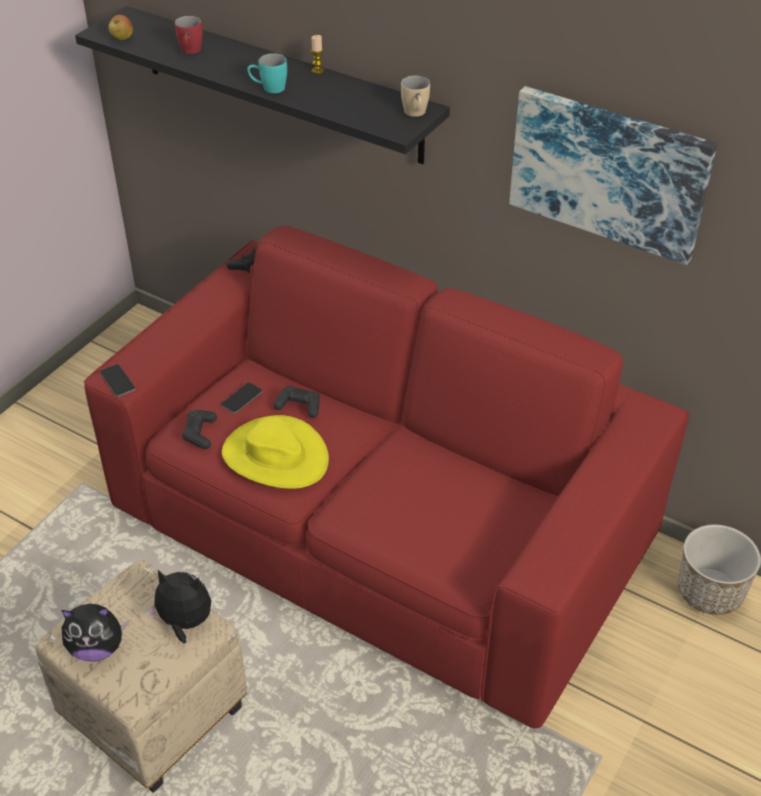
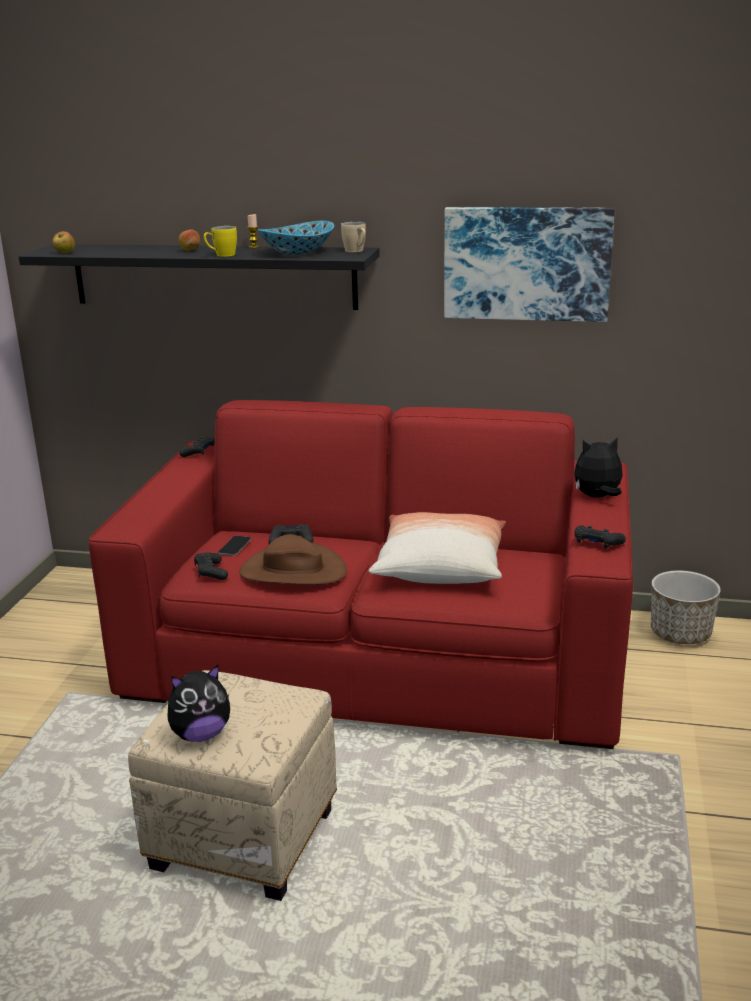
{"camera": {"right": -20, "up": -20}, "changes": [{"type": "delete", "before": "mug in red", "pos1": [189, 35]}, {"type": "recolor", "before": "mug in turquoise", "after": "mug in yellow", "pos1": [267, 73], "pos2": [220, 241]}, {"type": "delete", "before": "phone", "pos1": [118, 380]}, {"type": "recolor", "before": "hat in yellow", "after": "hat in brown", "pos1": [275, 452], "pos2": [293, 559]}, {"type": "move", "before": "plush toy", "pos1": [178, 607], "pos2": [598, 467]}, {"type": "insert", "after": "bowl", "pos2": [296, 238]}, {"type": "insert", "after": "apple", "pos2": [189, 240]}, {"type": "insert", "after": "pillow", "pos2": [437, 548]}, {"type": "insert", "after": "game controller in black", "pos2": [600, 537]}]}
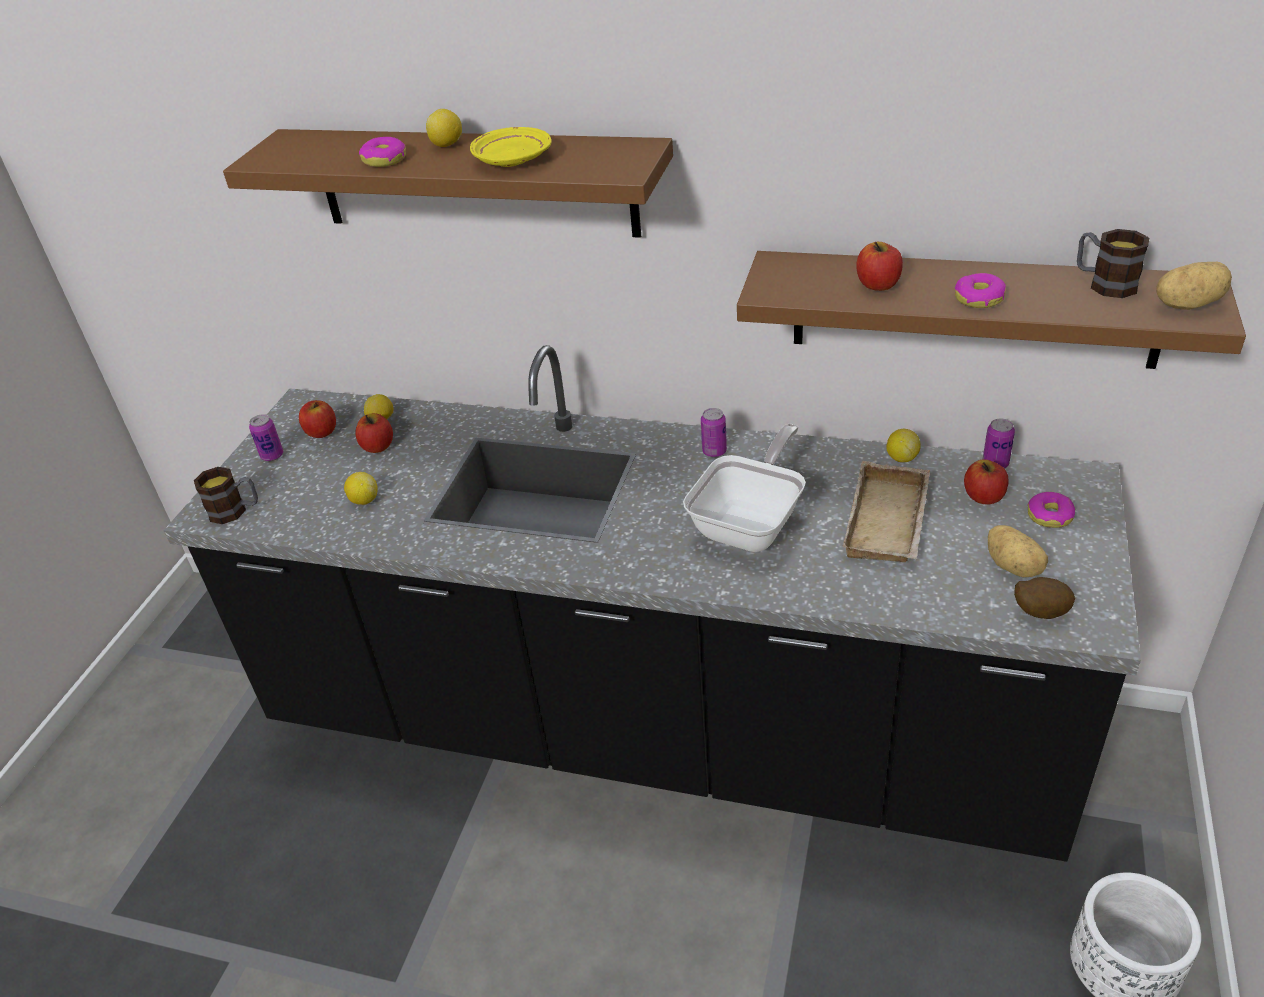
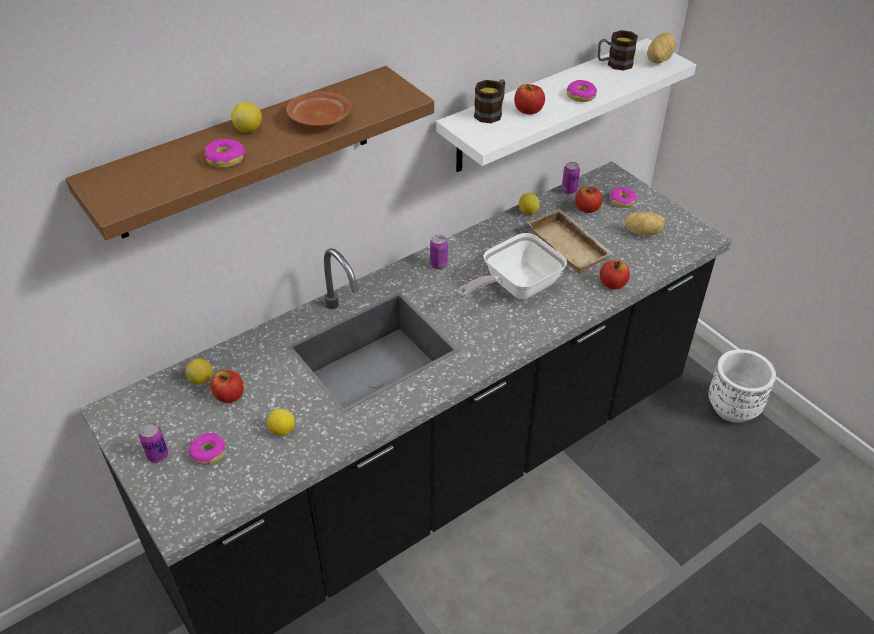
{"camera": {"right": -55, "up": 5}, "changes": [{"type": "recolor", "before": "plate in yellow", "after": "plate in brown", "pos1": [510, 147], "pos2": [319, 109]}, {"type": "recolor", "before": "shelf in brown", "after": "shelf in white", "pos1": [991, 310], "pos2": [566, 105]}, {"type": "move", "before": "apple", "pos1": [317, 419], "pos2": [615, 275]}, {"type": "rotate", "before": "frying pan", "pos1": [744, 488], "pos2": [512, 266], "turn": -105}, {"type": "move", "before": "mug", "pos1": [226, 495], "pos2": [489, 101]}, {"type": "delete", "before": "potato", "pos1": [1044, 598]}, {"type": "insert", "after": "donut", "pos2": [207, 449]}]}
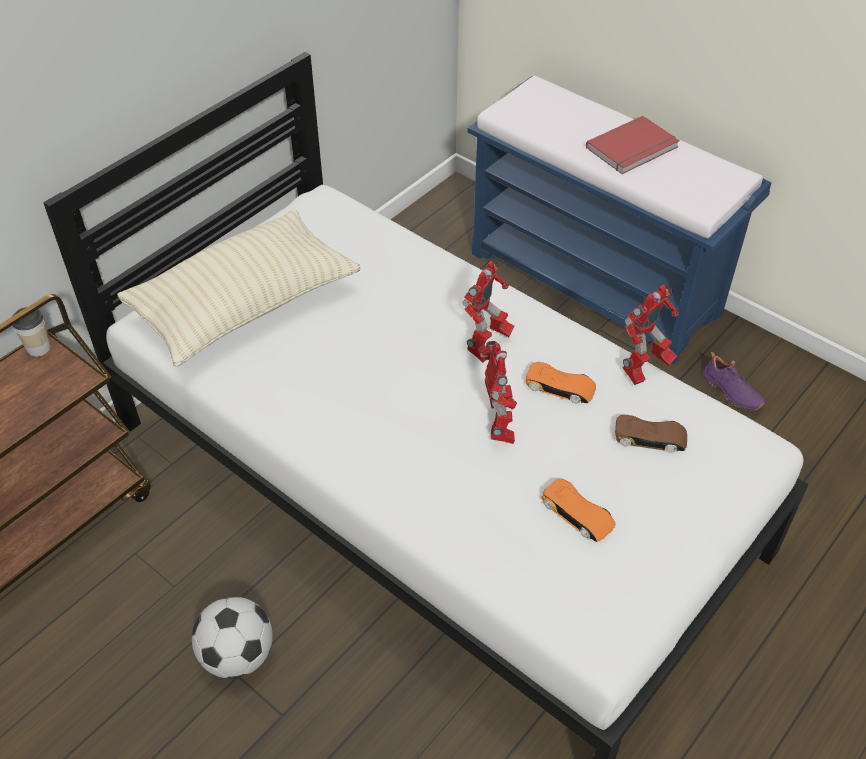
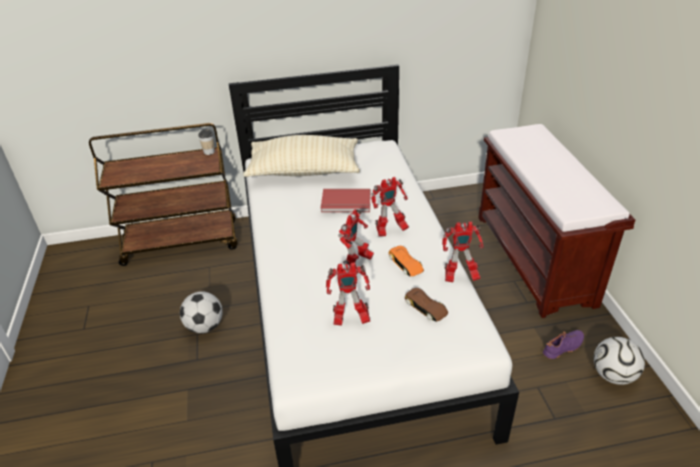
{"camera": {"right": 40, "up": -10}, "changes": [{"type": "recolor", "before": "bench in blue", "after": "bench in brown", "pos1": [620, 220], "pos2": [556, 221]}, {"type": "move", "before": "book in red", "pos1": [633, 145], "pos2": [346, 200]}, {"type": "rotate", "before": "shoe in purple", "pos1": [734, 381], "pos2": [563, 344], "turn": -120}, {"type": "replace", "before": "toy car in orange", "after": "toy robot", "pos1": [579, 510], "pos2": [348, 294]}, {"type": "insert", "after": "football", "pos2": [619, 361]}]}
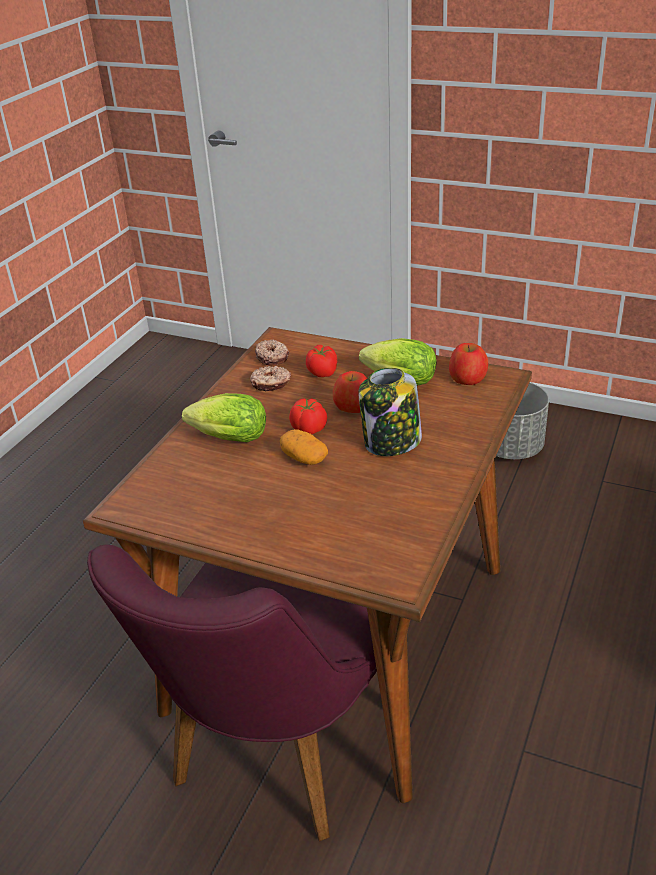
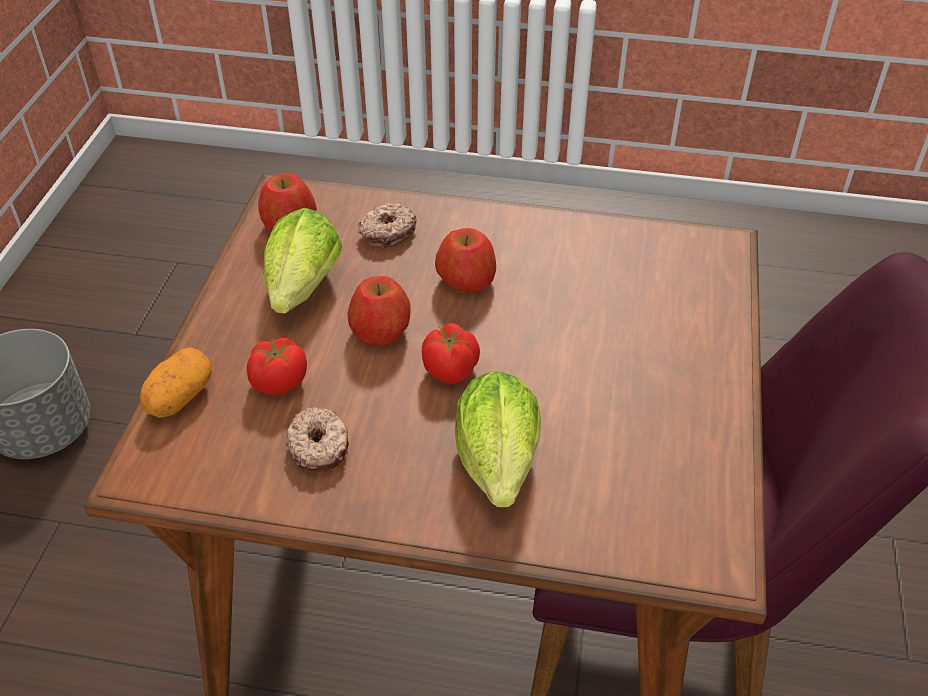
{"camera": {"right": -105, "up": 10}, "changes": [{"type": "move", "before": "donut", "pos1": [272, 352], "pos2": [387, 225]}, {"type": "replace", "before": "jar", "after": "apple", "pos1": [390, 412], "pos2": [465, 260]}, {"type": "move", "before": "potato", "pos1": [304, 447], "pos2": [176, 382]}]}
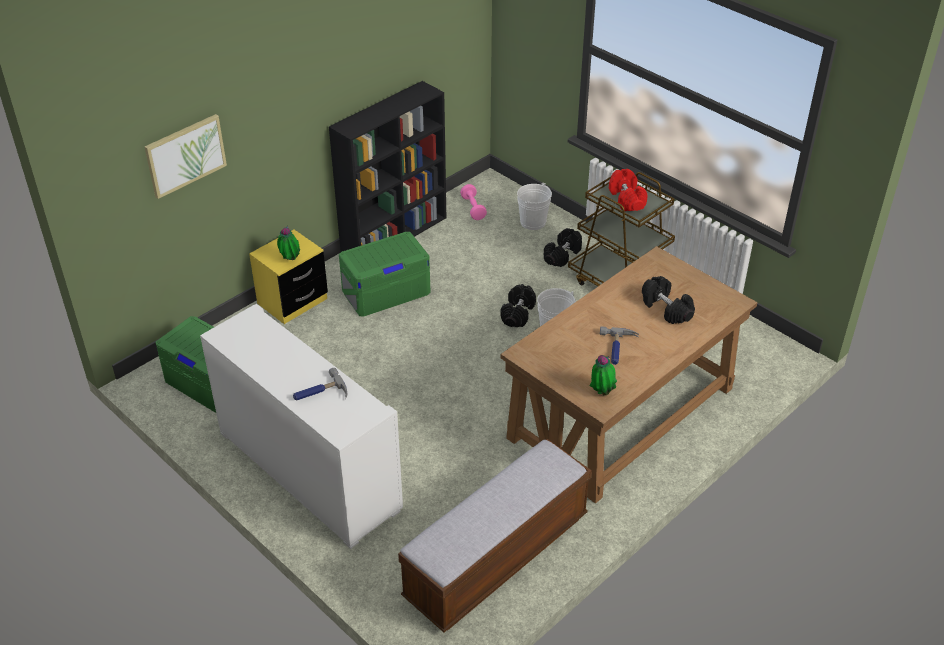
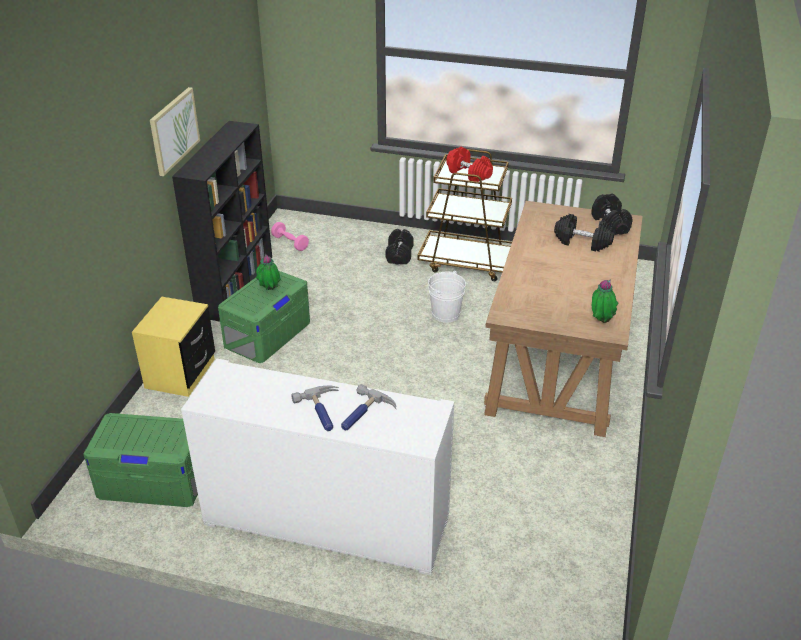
{"camera": {"right": -30, "up": -5}, "changes": [{"type": "move", "before": "picture", "pos1": [186, 156], "pos2": [175, 131]}, {"type": "delete", "before": "bucket in white", "pos1": [534, 206]}, {"type": "move", "before": "potted plant", "pos1": [288, 243], "pos2": [268, 272]}, {"type": "move", "before": "dumbbell in black", "pos1": [518, 305], "pos2": [612, 214]}, {"type": "move", "before": "hammer", "pos1": [619, 345], "pos2": [315, 408]}, {"type": "delete", "before": "bench", "pos1": [495, 535]}]}
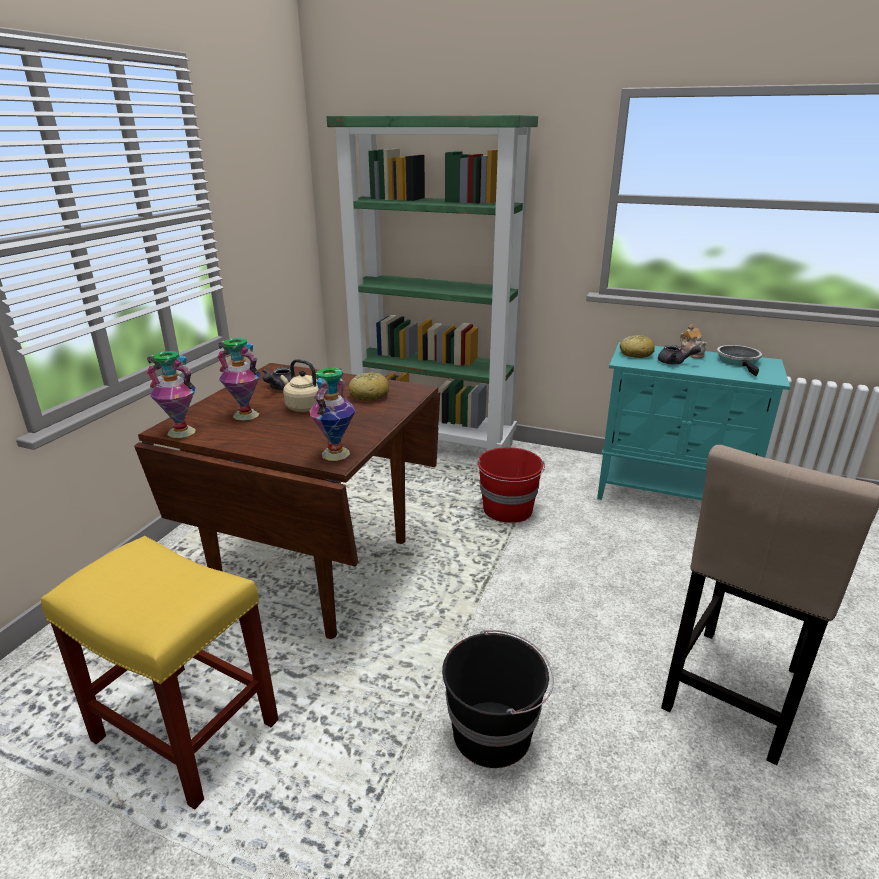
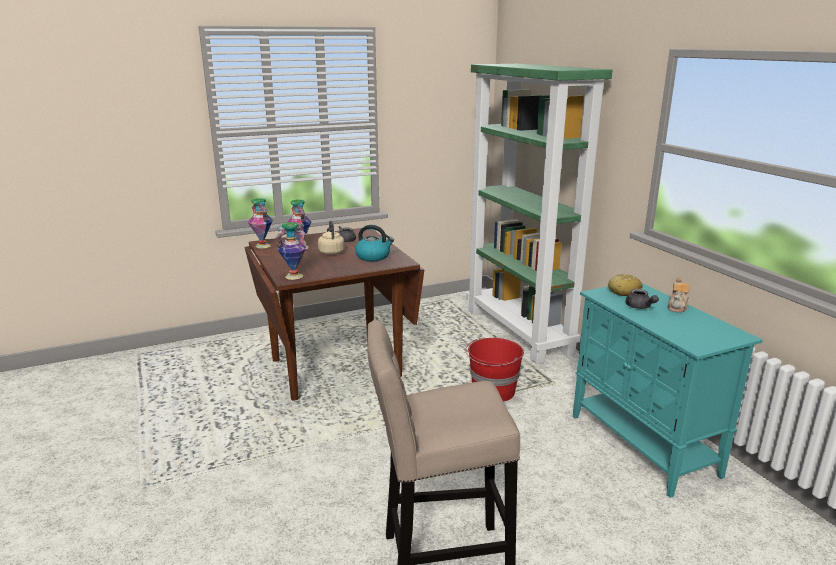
{"camera": {"right": 45, "up": -5}, "changes": [{"type": "delete", "before": "frying pan", "pos1": [739, 361]}, {"type": "replace", "before": "bread", "after": "kettle", "pos1": [369, 386], "pos2": [374, 243]}, {"type": "delete", "before": "stool in yellow", "pos1": [160, 673]}, {"type": "delete", "before": "bucket in black", "pos1": [498, 699]}]}
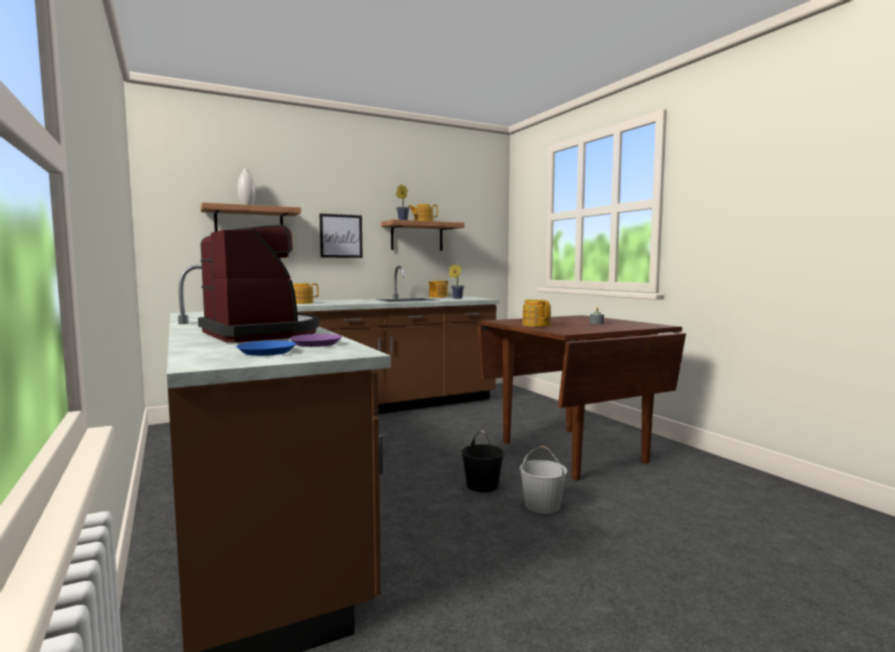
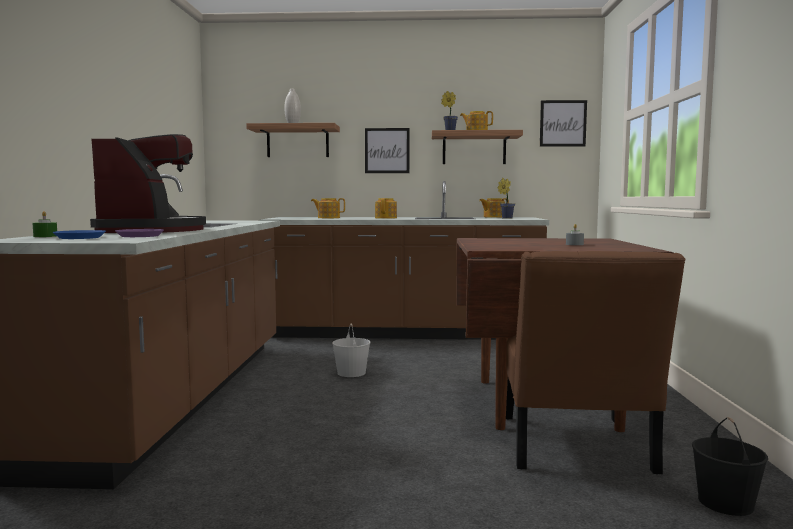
{"camera": {"right": 30, "up": 0}, "changes": [{"type": "move", "before": "teapot", "pos1": [536, 313], "pos2": [386, 208]}, {"type": "move", "before": "bucket in black", "pos1": [482, 461], "pos2": [730, 466]}, {"type": "move", "before": "bucket in white", "pos1": [543, 480], "pos2": [351, 350]}, {"type": "insert", "after": "picture", "pos2": [563, 123]}, {"type": "insert", "after": "candle in green", "pos2": [44, 224]}, {"type": "insert", "after": "chair in brown", "pos2": [595, 362]}]}
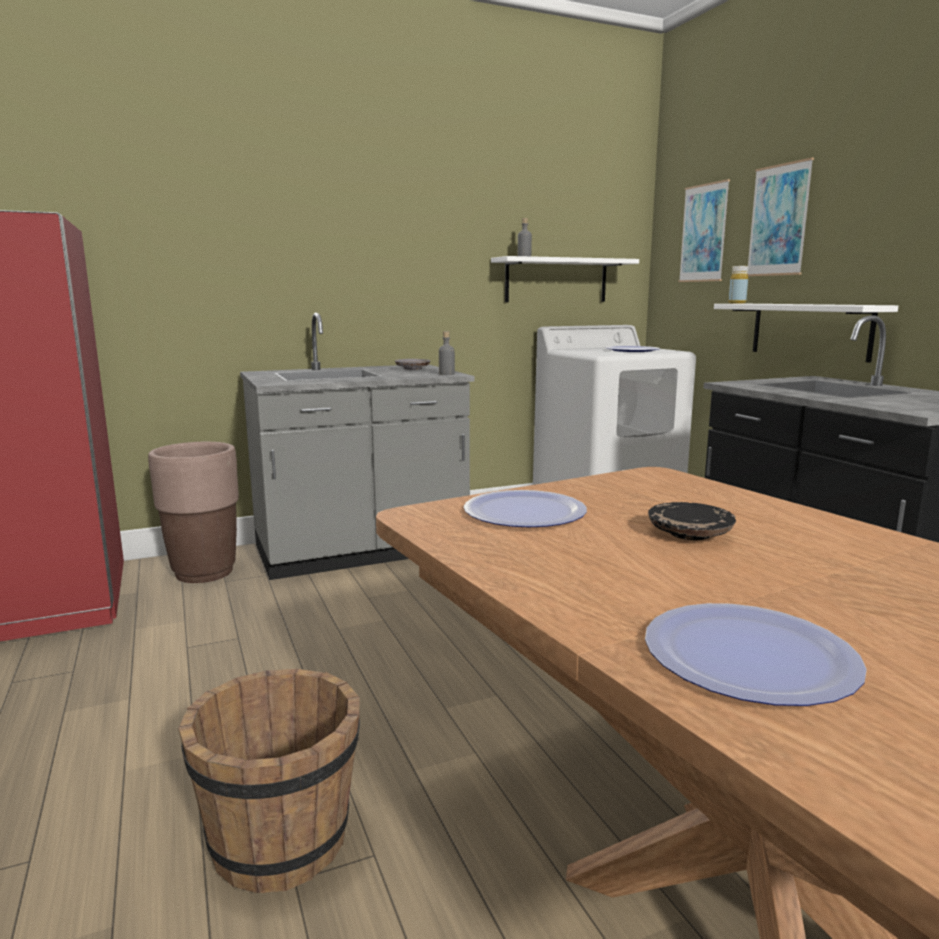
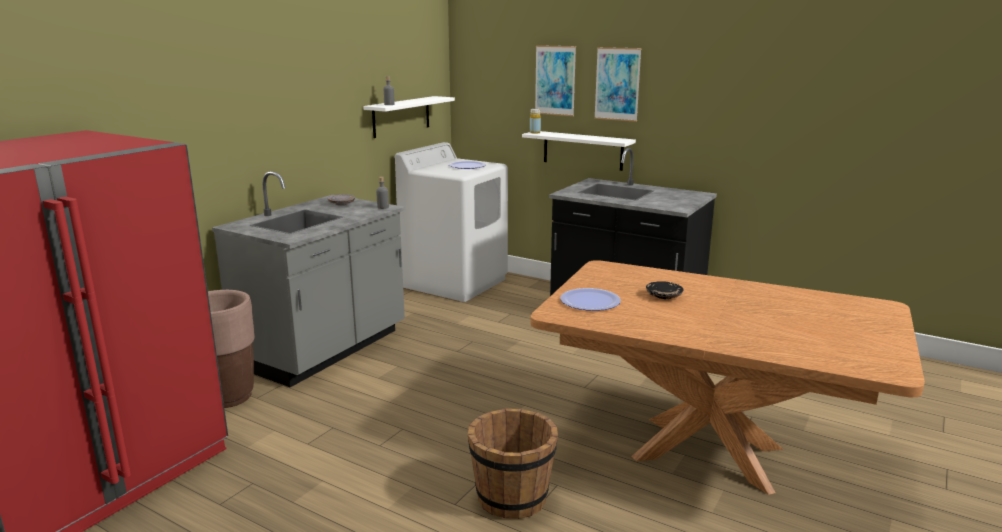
{"camera": {"right": -35, "up": 5}, "changes": [{"type": "move", "before": "picture", "pos1": [704, 230], "pos2": [618, 84]}, {"type": "delete", "before": "plate", "pos1": [756, 654]}]}
